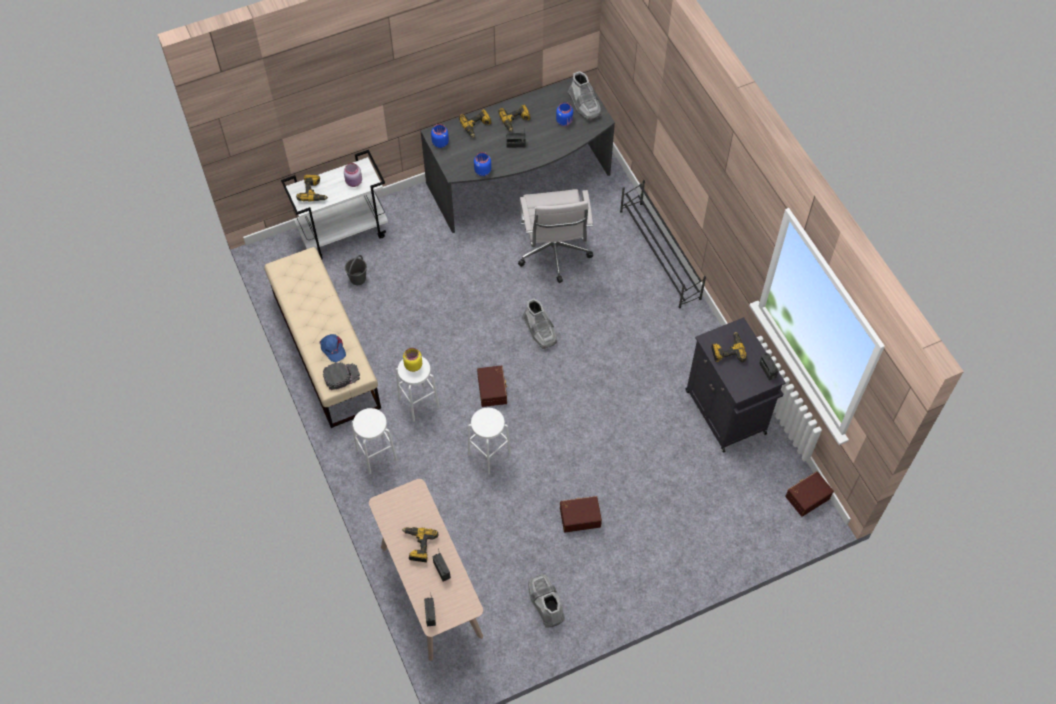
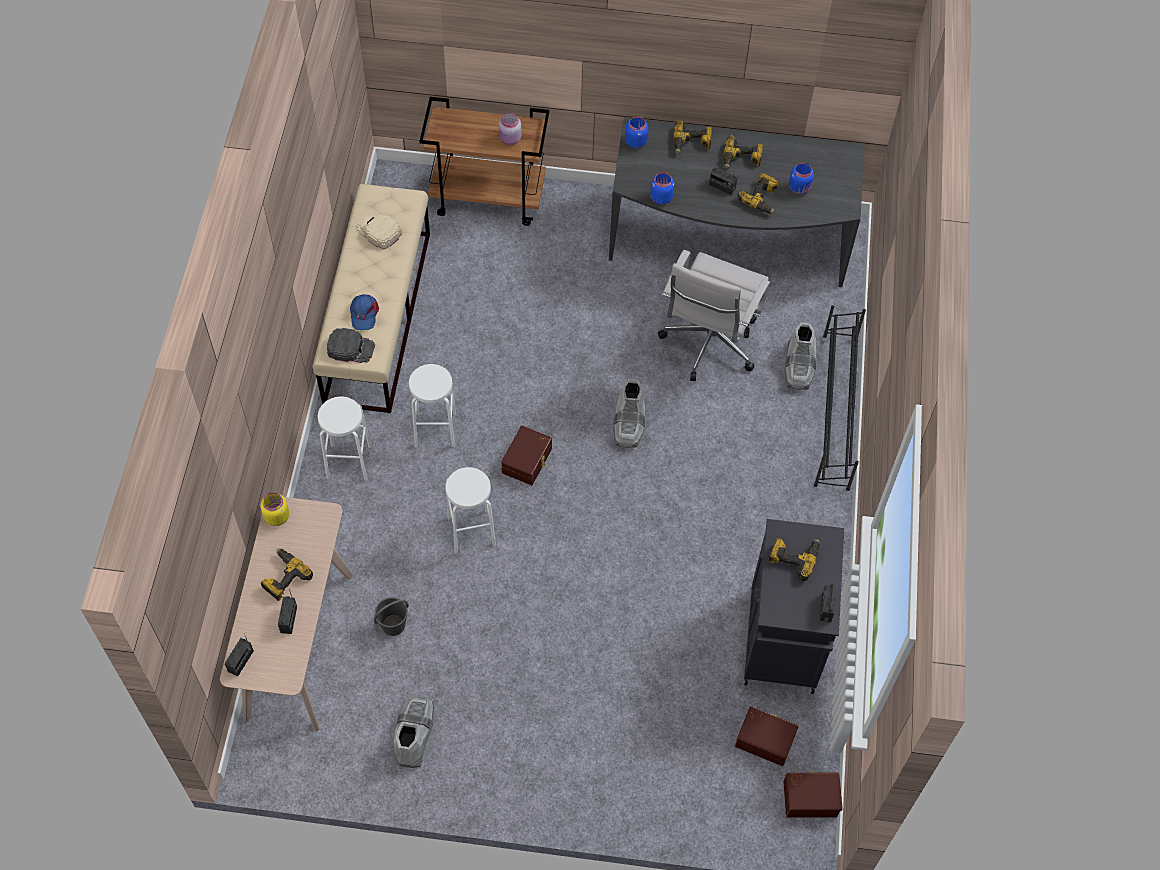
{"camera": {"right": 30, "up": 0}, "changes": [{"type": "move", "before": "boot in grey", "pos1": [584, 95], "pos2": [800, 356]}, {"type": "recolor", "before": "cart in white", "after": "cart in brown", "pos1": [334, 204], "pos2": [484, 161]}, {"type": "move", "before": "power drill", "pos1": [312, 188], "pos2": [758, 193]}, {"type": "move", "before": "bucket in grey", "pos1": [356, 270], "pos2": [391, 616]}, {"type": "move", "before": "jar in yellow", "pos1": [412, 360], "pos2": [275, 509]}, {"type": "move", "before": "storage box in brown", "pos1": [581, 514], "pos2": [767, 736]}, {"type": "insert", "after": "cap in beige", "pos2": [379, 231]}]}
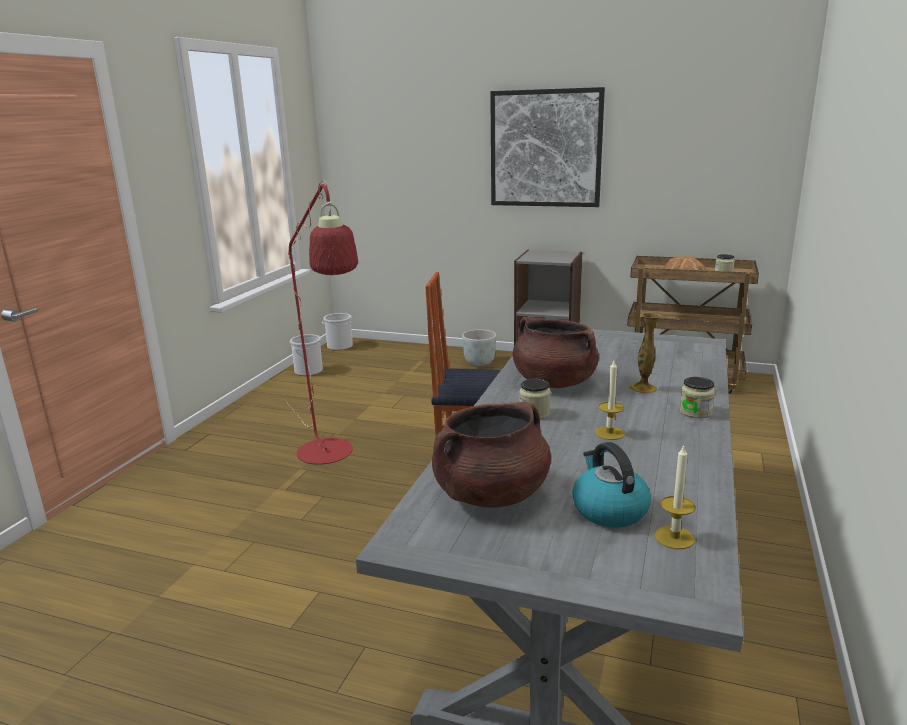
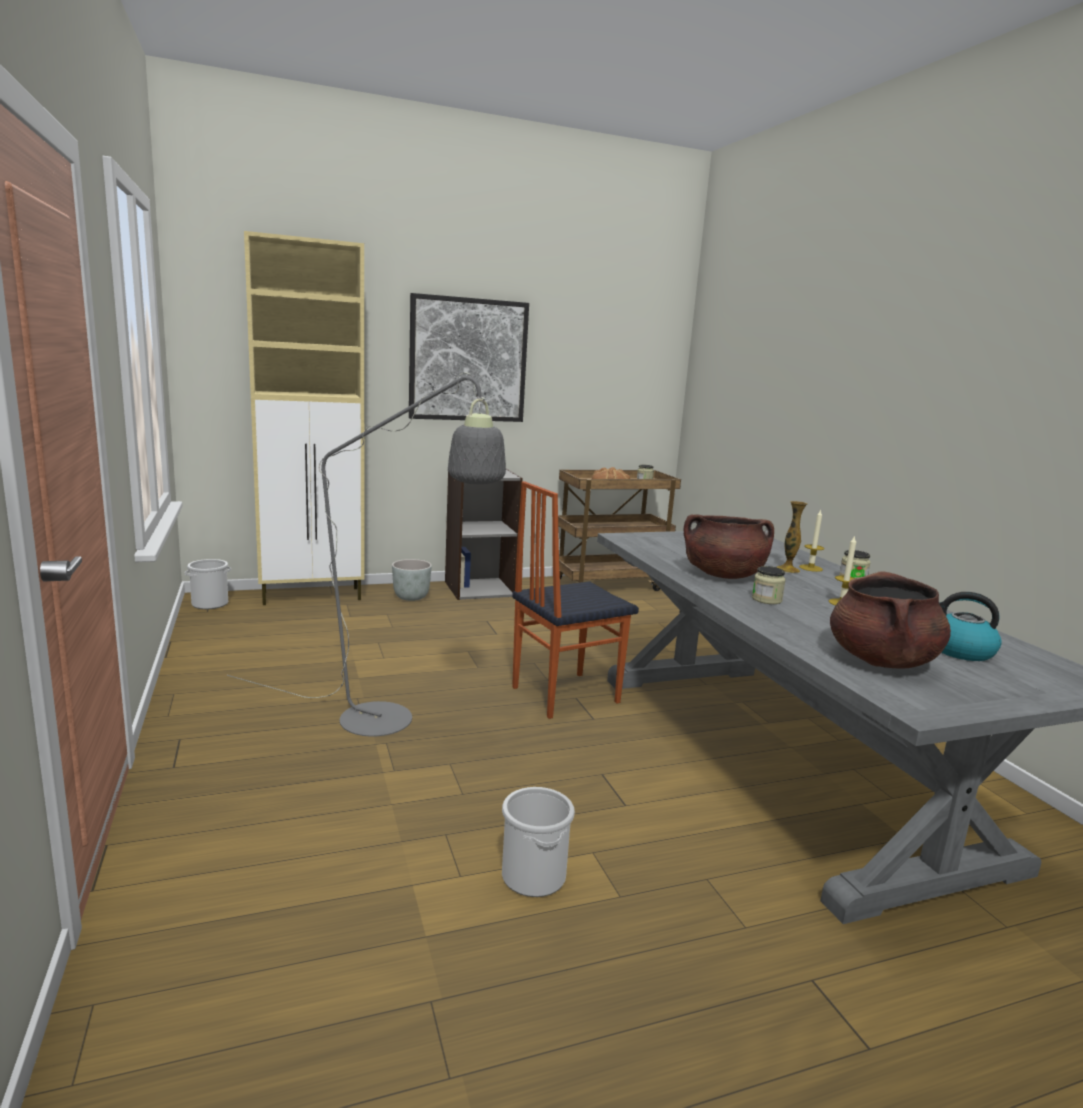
{"camera": {"right": -40, "up": -5}, "changes": [{"type": "recolor", "before": "floor lamp in red", "after": "floor lamp in grey", "pos1": [321, 323], "pos2": [366, 554]}, {"type": "move", "before": "bucket", "pos1": [306, 355], "pos2": [538, 842]}, {"type": "move", "before": "candle", "pos1": [674, 496], "pos2": [812, 540]}, {"type": "insert", "after": "cabinet in beige", "pos2": [304, 418]}]}
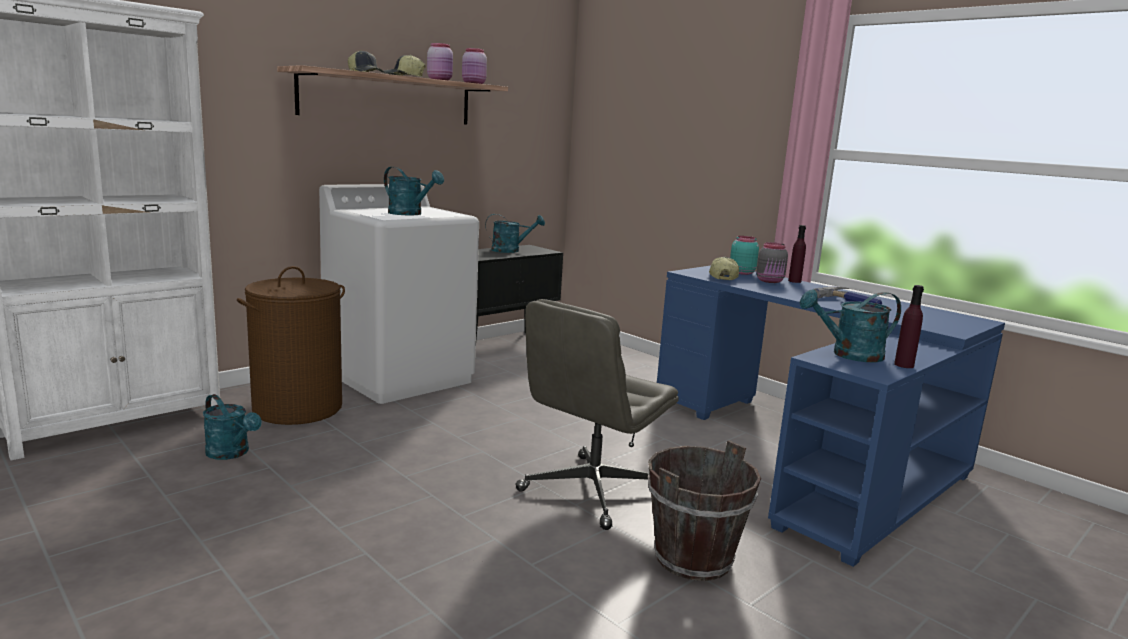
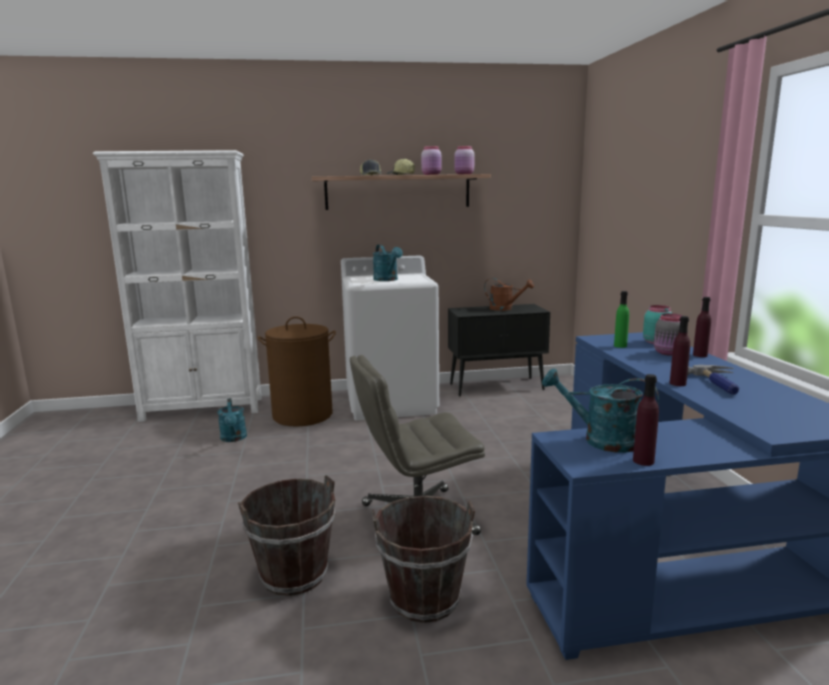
{"camera": {"right": 35, "up": 0}, "changes": [{"type": "recolor", "before": "watering can in turquoise", "after": "watering can in brown", "pos1": [515, 233], "pos2": [509, 294]}, {"type": "replace", "before": "cap", "after": "bottle in green", "pos1": [724, 268], "pos2": [621, 319]}, {"type": "insert", "after": "bottle in purple", "pos2": [680, 351]}, {"type": "insert", "after": "bucket in brown", "pos2": [286, 535]}]}
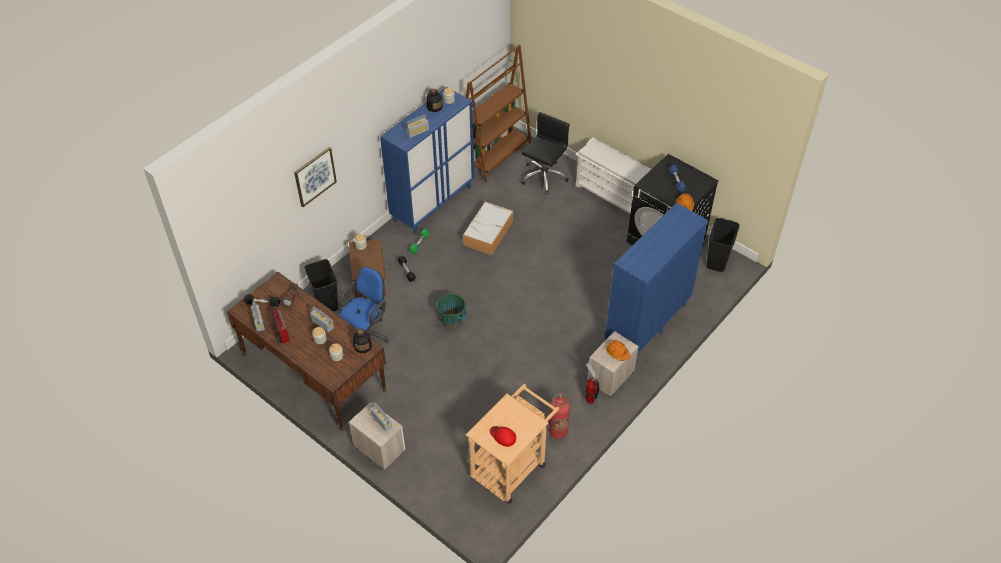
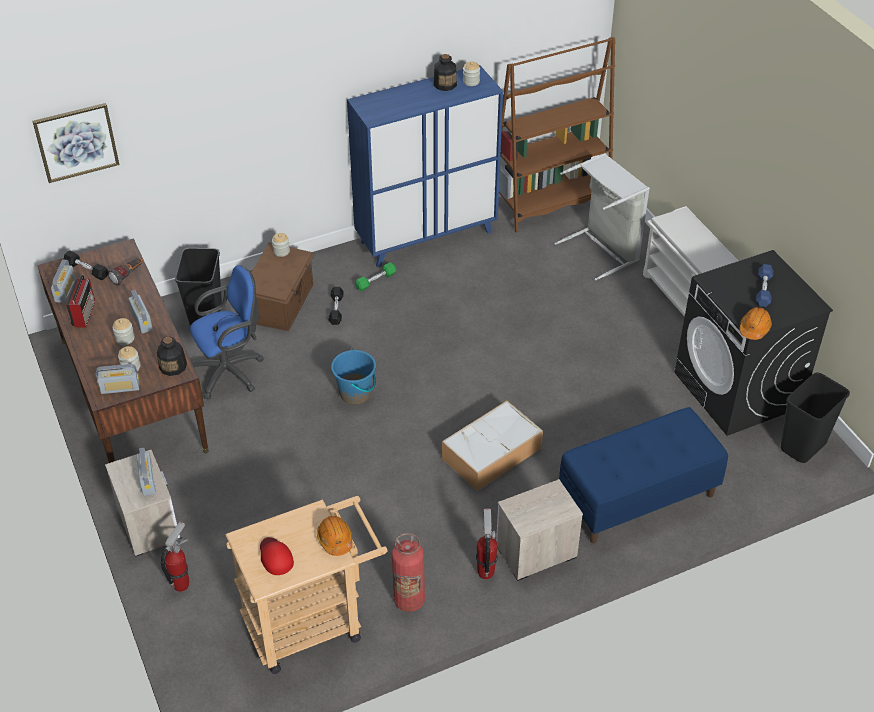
{"camera": {"right": 25, "up": -5}, "changes": [{"type": "replace", "before": "office chair in black", "after": "laundry basket in grey", "pos1": [545, 153], "pos2": [602, 216]}, {"type": "move", "before": "radio", "pos1": [417, 126], "pos2": [117, 379]}, {"type": "move", "before": "picture", "pos1": [315, 177], "pos2": [76, 143]}, {"type": "move", "before": "storage box", "pos1": [488, 228], "pos2": [492, 446]}, {"type": "replace", "before": "cabinet in blue", "after": "bench in blue", "pos1": [656, 278], "pos2": [643, 475]}, {"type": "recolor", "before": "bucket in green", "after": "bucket in blue", "pos1": [452, 311], "pos2": [353, 377]}, {"type": "move", "before": "hard hat in orange", "pos1": [618, 350], "pos2": [335, 536]}, {"type": "insert", "after": "fire extinguisher", "pos2": [175, 557]}]}
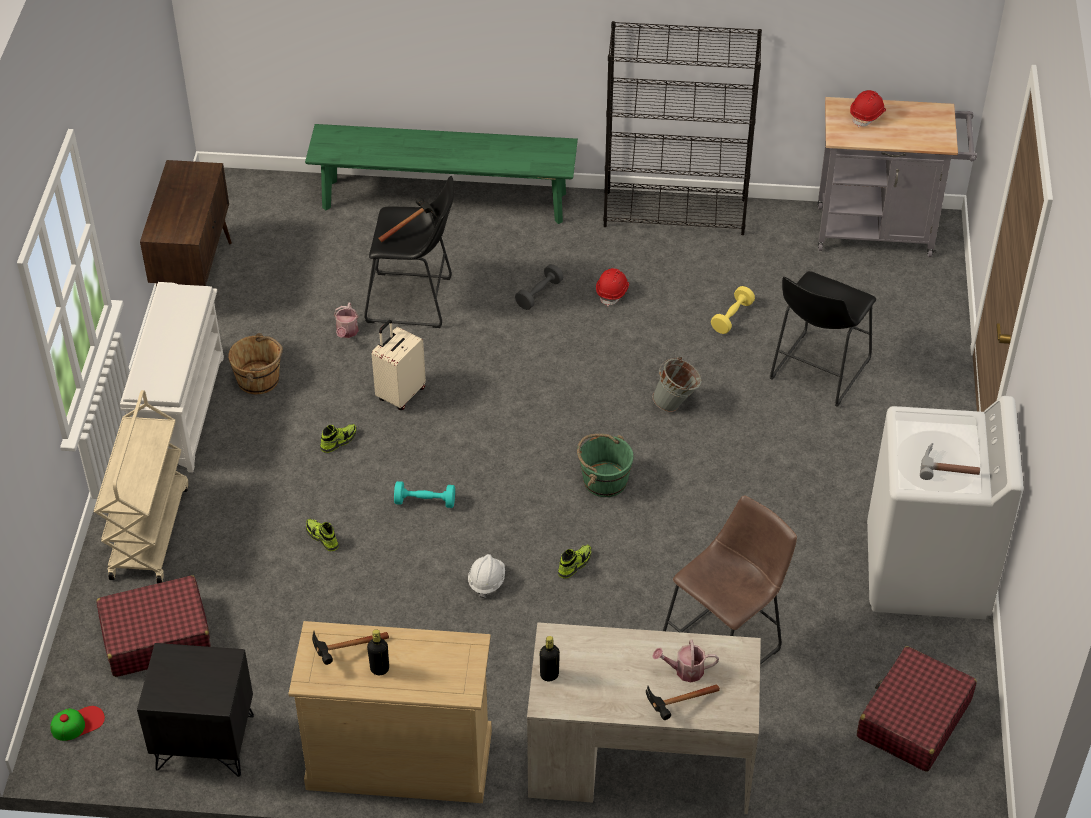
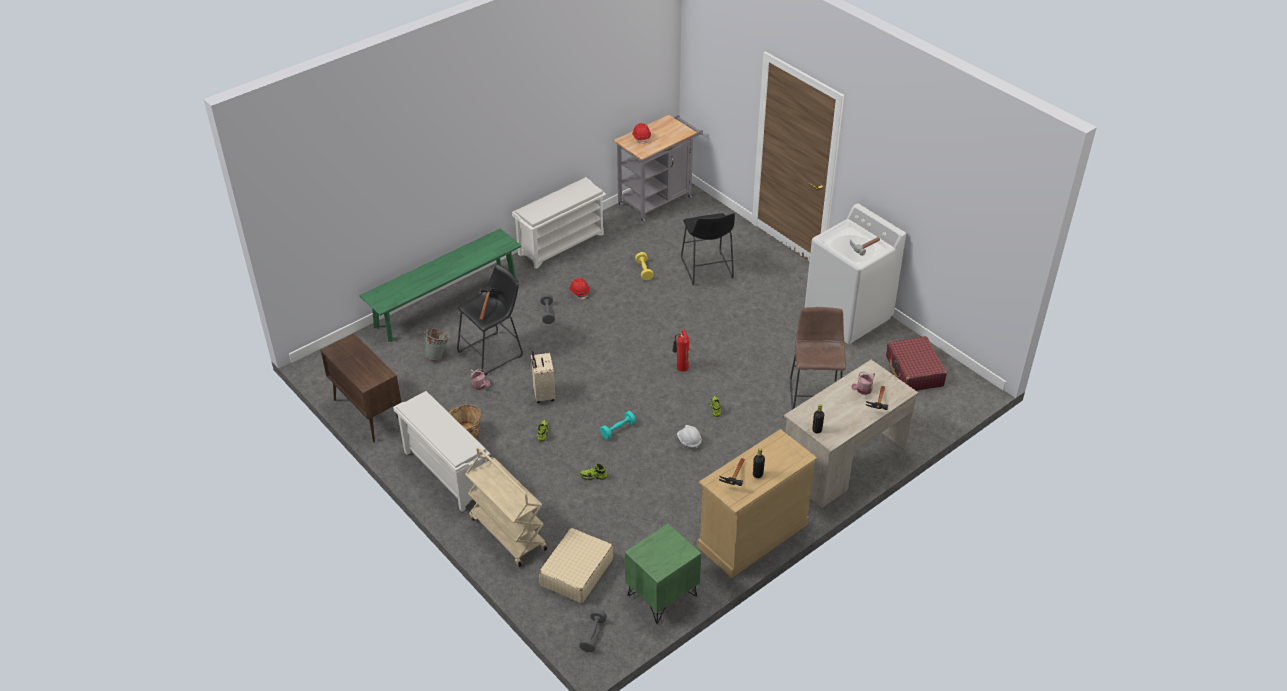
{"camera": {"right": -45, "up": -5}, "changes": [{"type": "replace", "before": "bookcase in black", "after": "shoe rack in white", "pos1": [682, 128], "pos2": [559, 223]}, {"type": "move", "before": "bucket in grey", "pos1": [676, 384], "pos2": [437, 343]}, {"type": "replace", "before": "bucket in green", "after": "fire extinguisher", "pos1": [605, 465], "pos2": [680, 350]}, {"type": "recolor", "before": "suitcase in red", "after": "suitcase in beige", "pos1": [153, 626], "pos2": [576, 565]}, {"type": "recolor", "before": "nightstand in black", "after": "nightstand in green", "pos1": [195, 710], "pos2": [663, 573]}, {"type": "replace", "before": "cap", "after": "dumbbell in grey", "pos1": [77, 723], "pos2": [593, 630]}]}
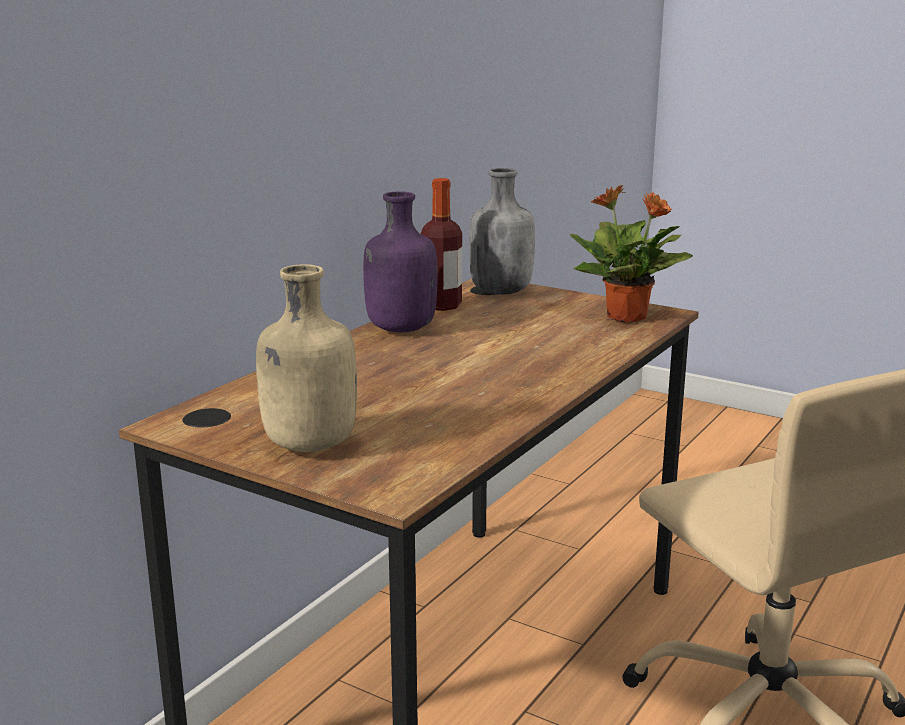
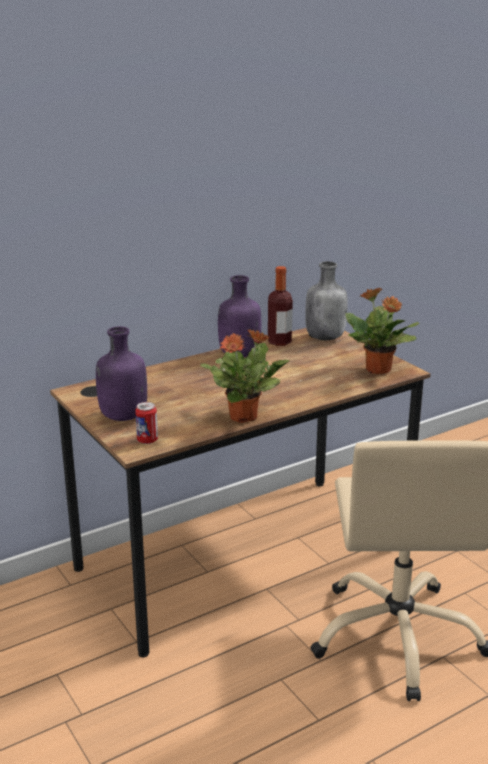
{"camera": {"right": 25, "up": 5}, "changes": [{"type": "recolor", "before": "bottle in beige", "after": "bottle in purple", "pos1": [306, 358], "pos2": [121, 373]}, {"type": "insert", "after": "potted plant", "pos2": [244, 376]}, {"type": "insert", "after": "can", "pos2": [146, 423]}]}
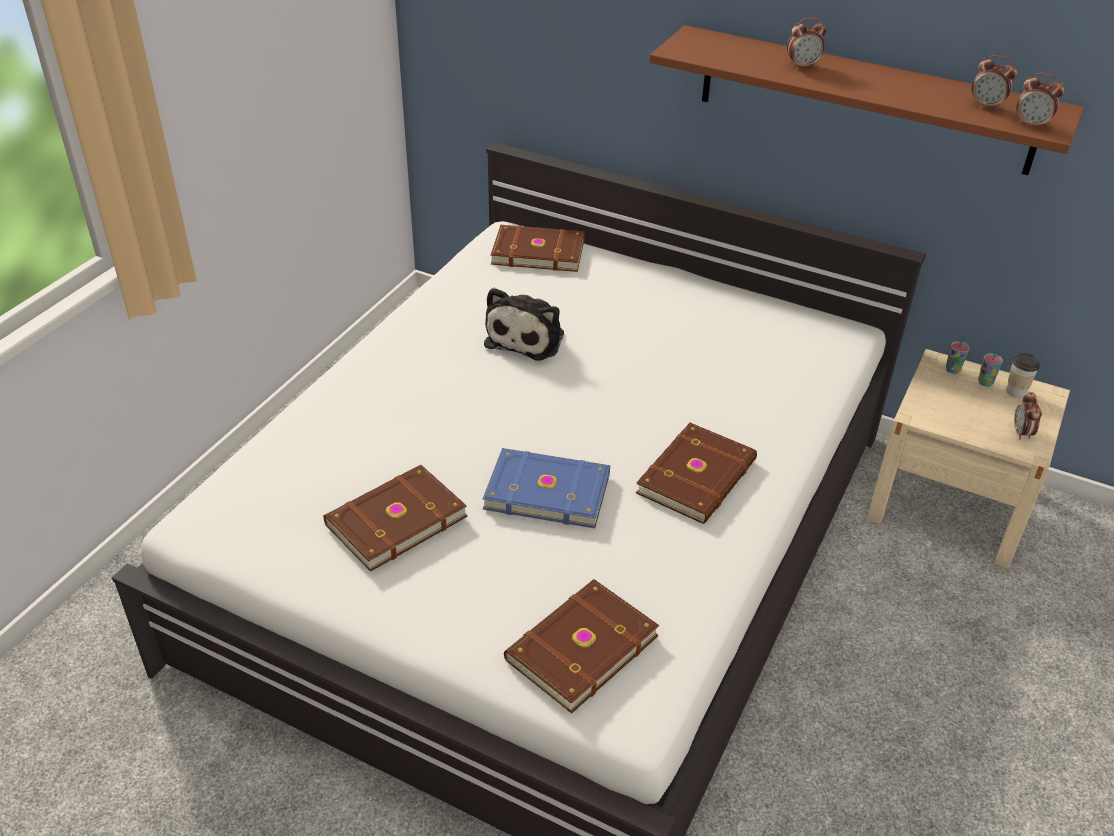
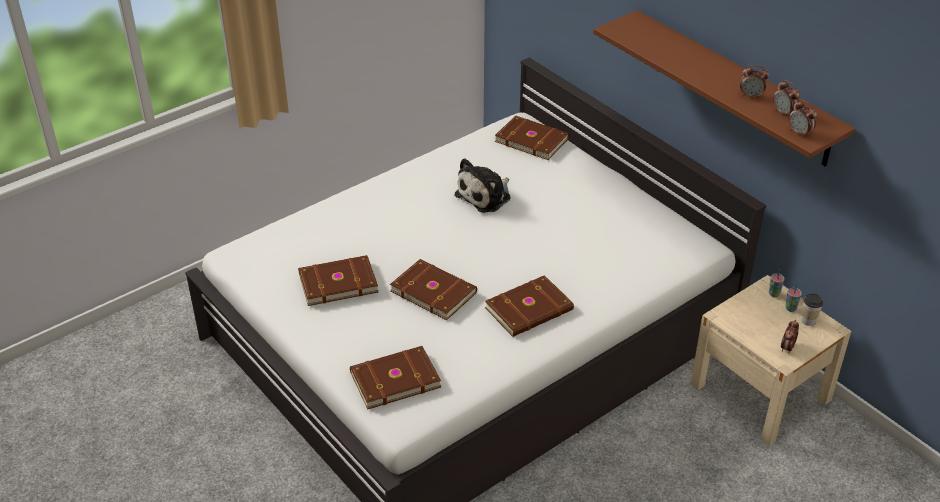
{"camera": {"right": 25, "up": 0}, "changes": [{"type": "move", "before": "alarm clock", "pos1": [806, 43], "pos2": [754, 82]}, {"type": "recolor", "before": "book in blue", "after": "book in brown", "pos1": [546, 488], "pos2": [433, 289]}]}
